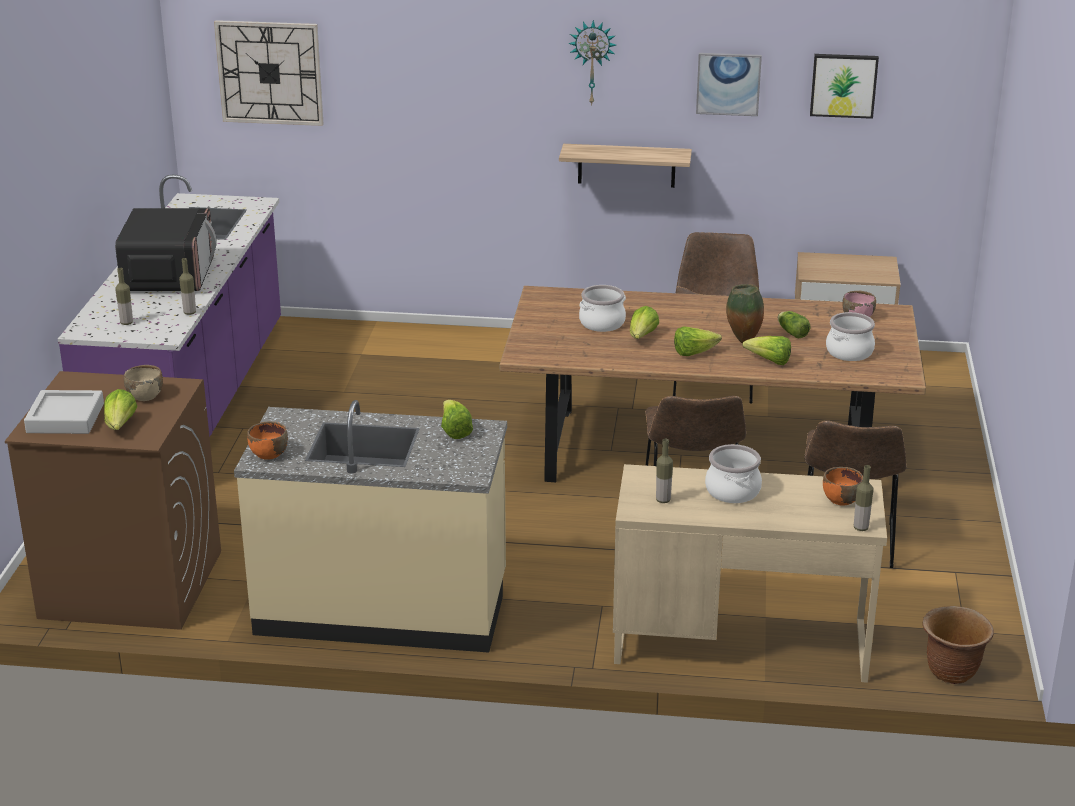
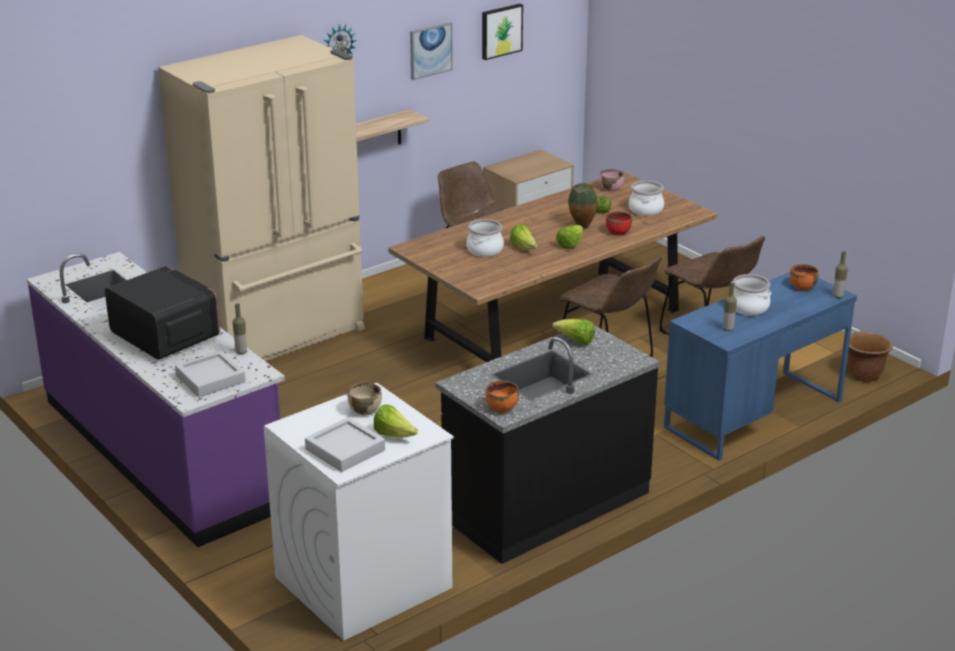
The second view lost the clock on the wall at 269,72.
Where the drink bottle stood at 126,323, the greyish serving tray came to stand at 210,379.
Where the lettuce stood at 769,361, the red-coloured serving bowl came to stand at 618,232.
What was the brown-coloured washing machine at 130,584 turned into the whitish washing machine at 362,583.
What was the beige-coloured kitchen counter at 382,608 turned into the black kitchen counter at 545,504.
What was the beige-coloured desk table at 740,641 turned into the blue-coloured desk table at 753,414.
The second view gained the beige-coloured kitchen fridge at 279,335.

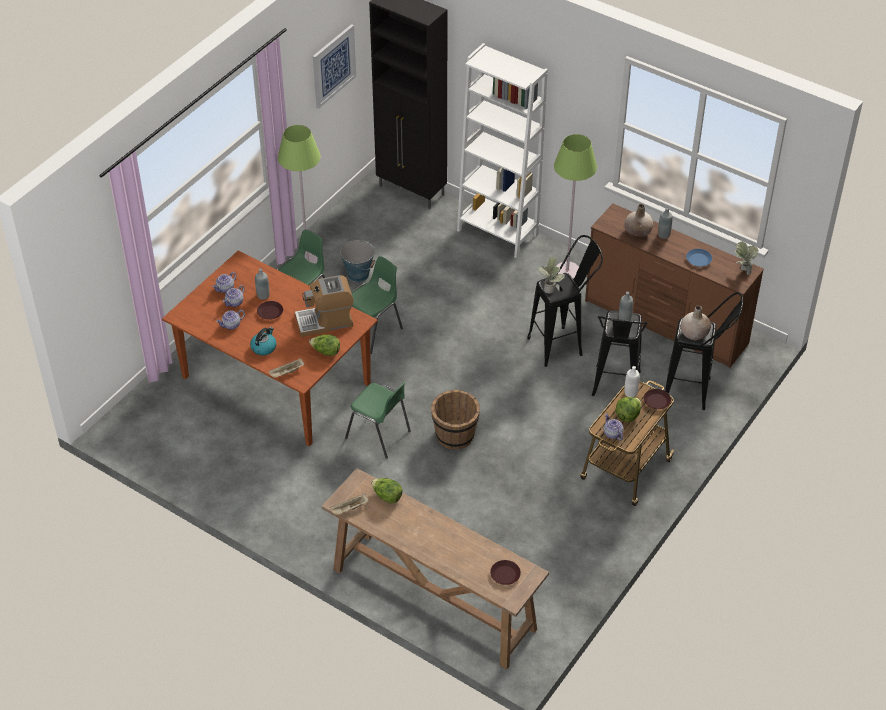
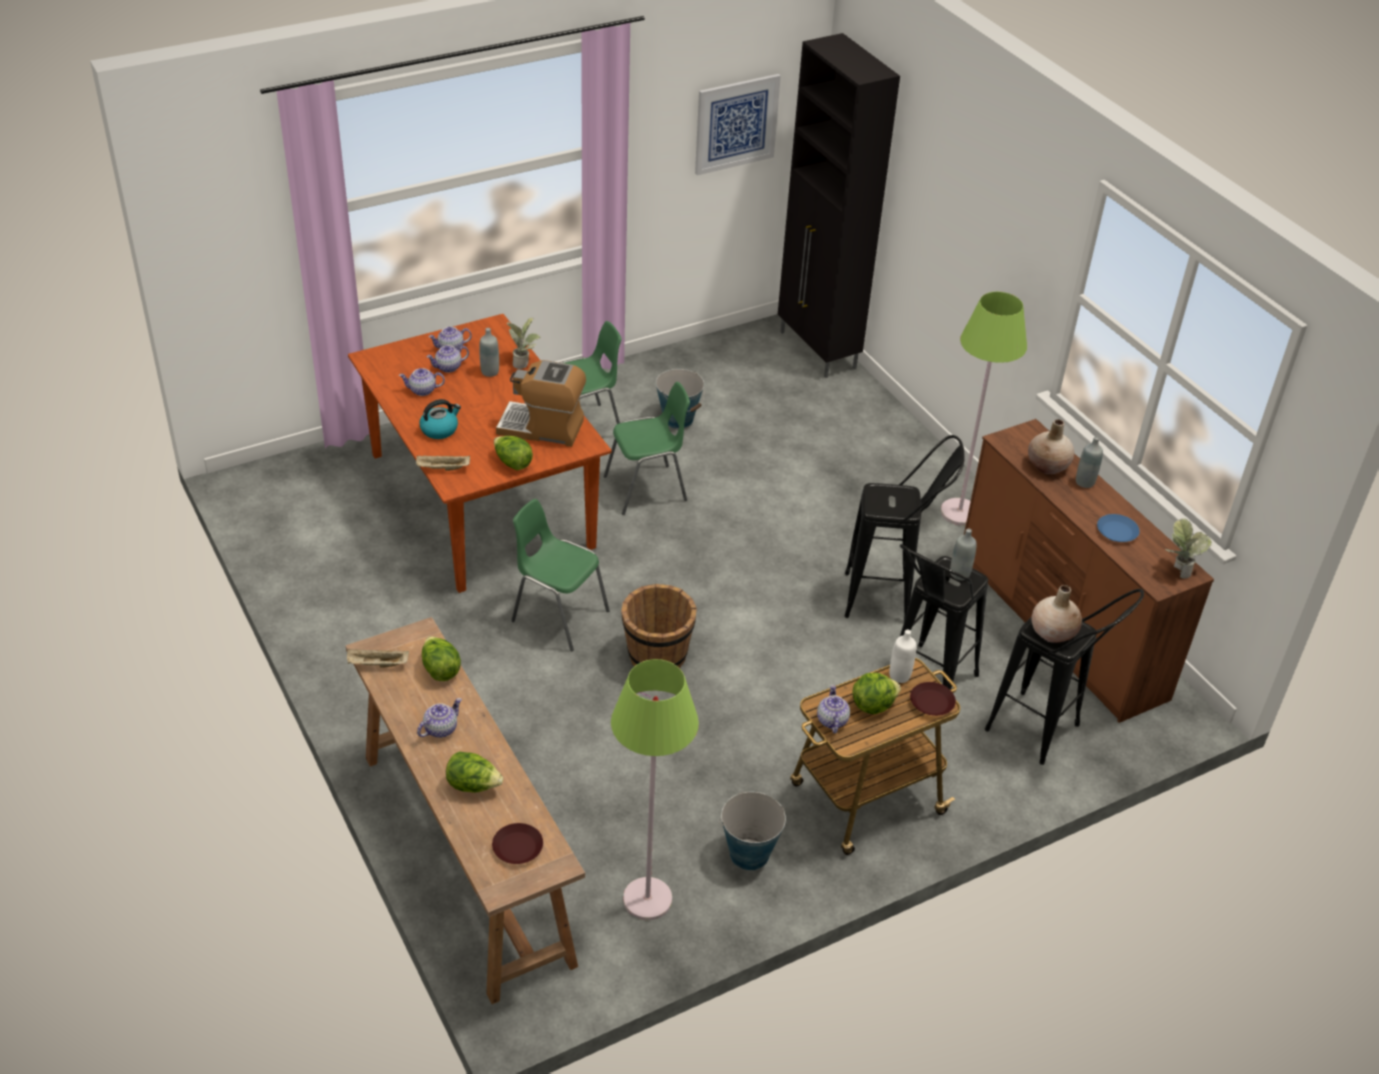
The second view lost the whitish shelving unit at 497,232.
The greenish standing lamp ended up elsewhere, having gone from 307,262 to 647,899.
The potted plant ended up elsewhere, having gone from 550,287 to 524,363.
The second view lost the brown-coloured plate at 270,312.
The greenish upright chair at 379,435 ended up facing another way, 150 degrees clockwise from before.
The second view gained the pot for tea at 440,728.
The second view gained the lettuce at 473,785.
The second view gained the bucket at 749,854.

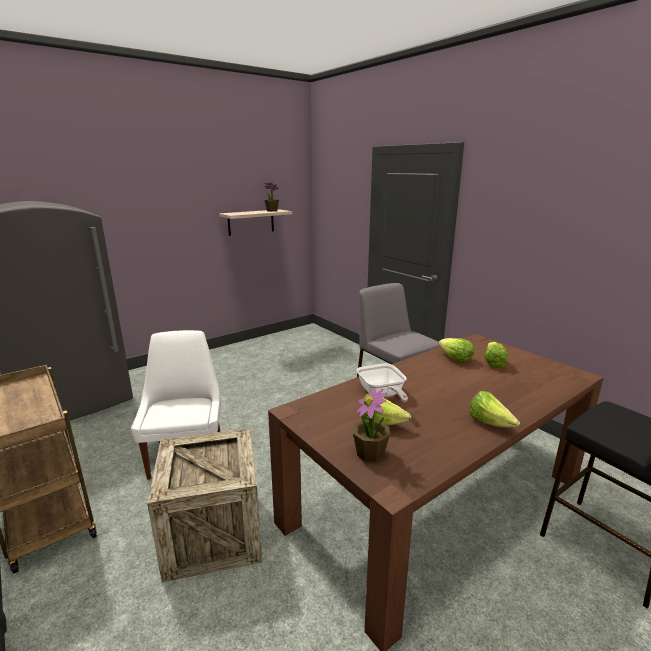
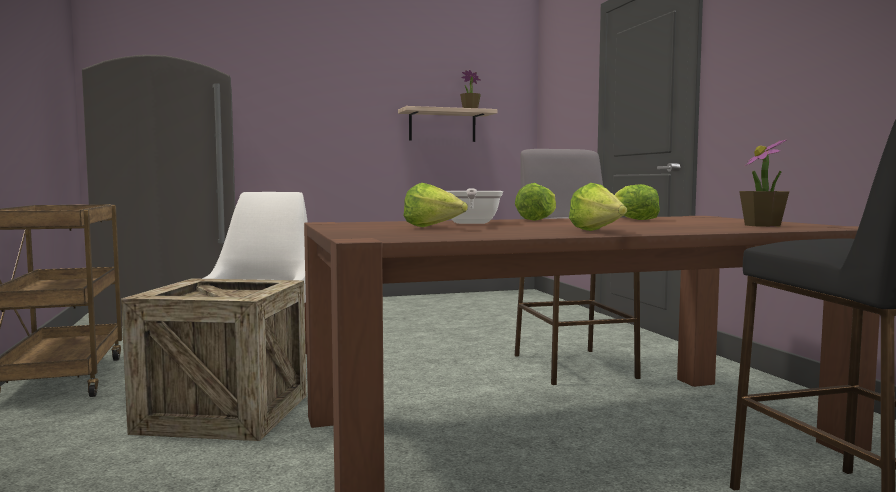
The lettuce ended up elsewhere, having gone from 493,363 to 538,220.
The potted plant ended up elsewhere, having gone from 370,453 to 762,225.

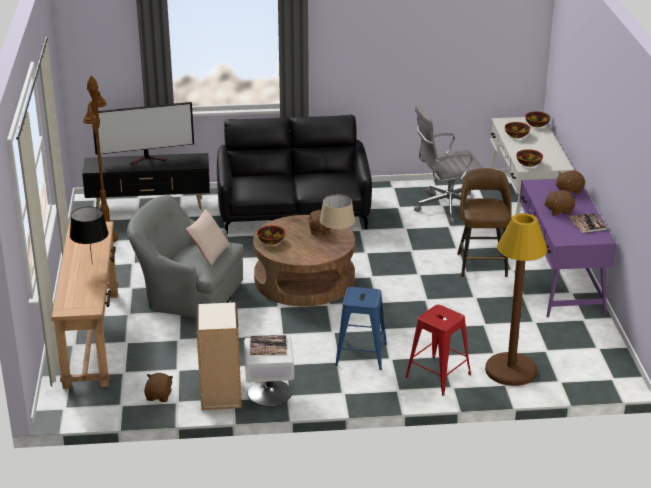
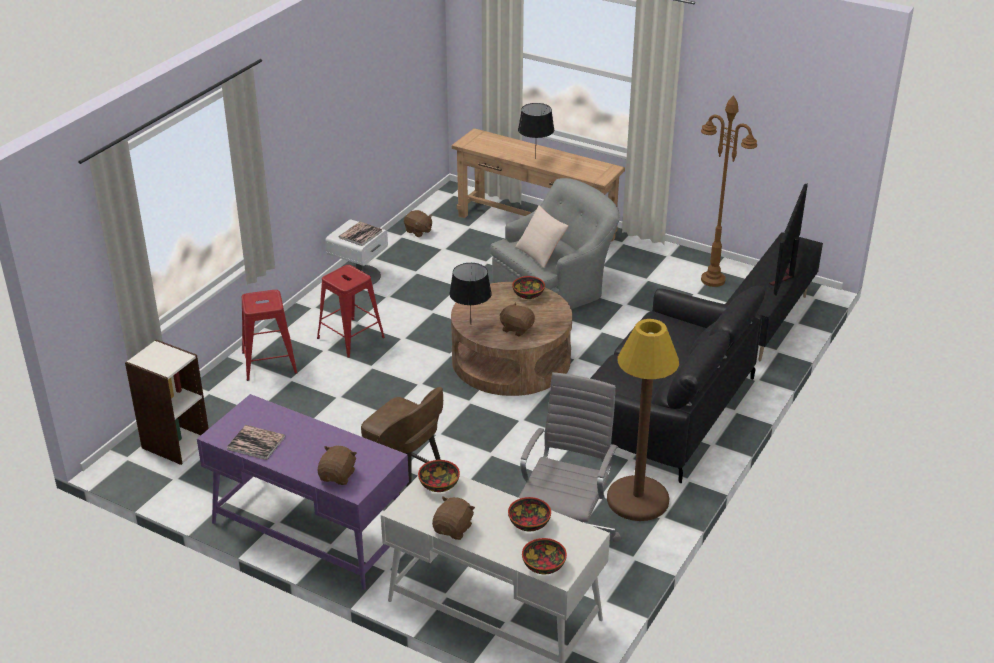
The brown-coloured cuddly toy ended up elsewhere, having gone from 559,211 to 453,529.
What was the beige-coloured lamp for a table at 337,248 turned into the black lamp for a table at 471,325.
The brown-coloured standing lamp ended up elsewhere, having gone from 511,370 to 637,499.
What was the blue-coloured stool at 361,355 turned into the red-coloured stool at 350,338.
The shelving unit ended up elsewhere, having gone from 220,395 to 175,443.

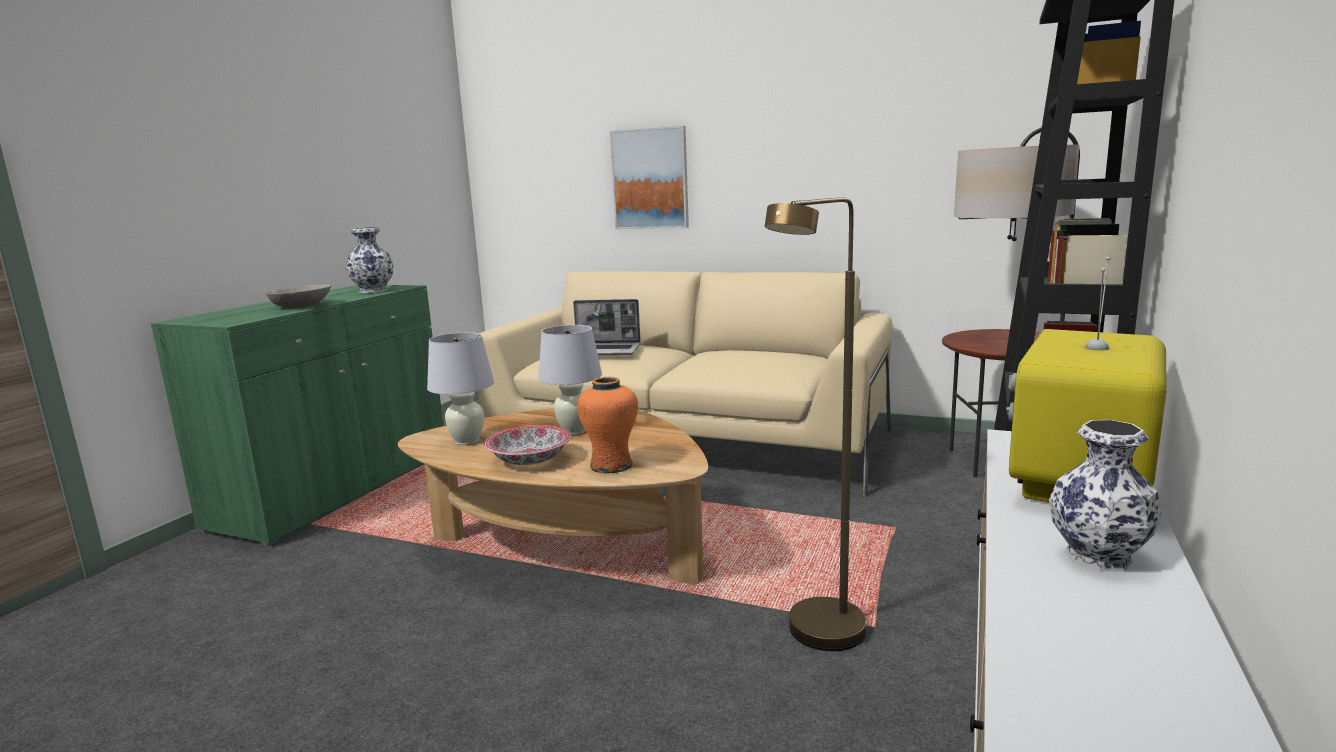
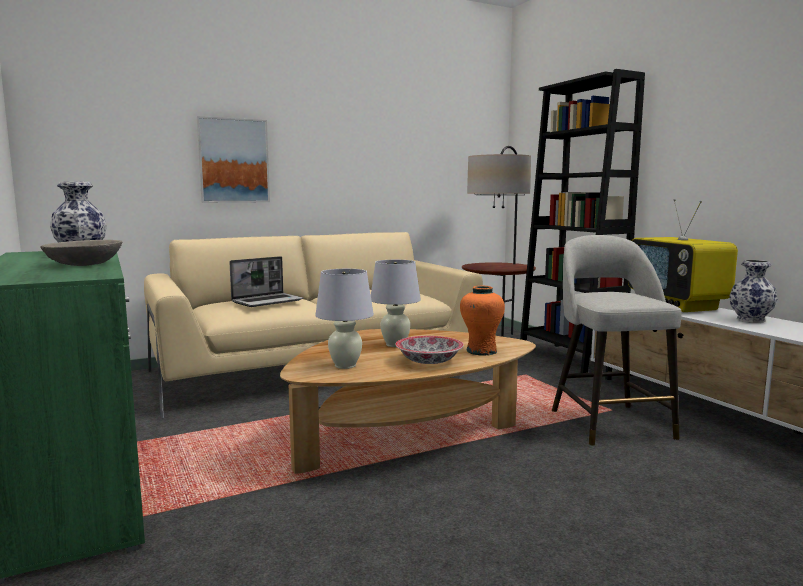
Where the brown-coloured standing lamp stood at 819,640, the greyish stool came to stand at 609,423.

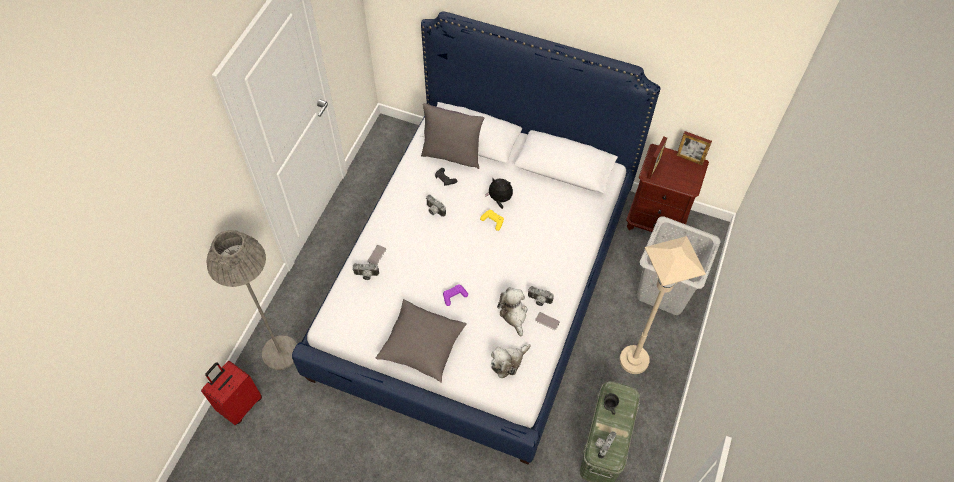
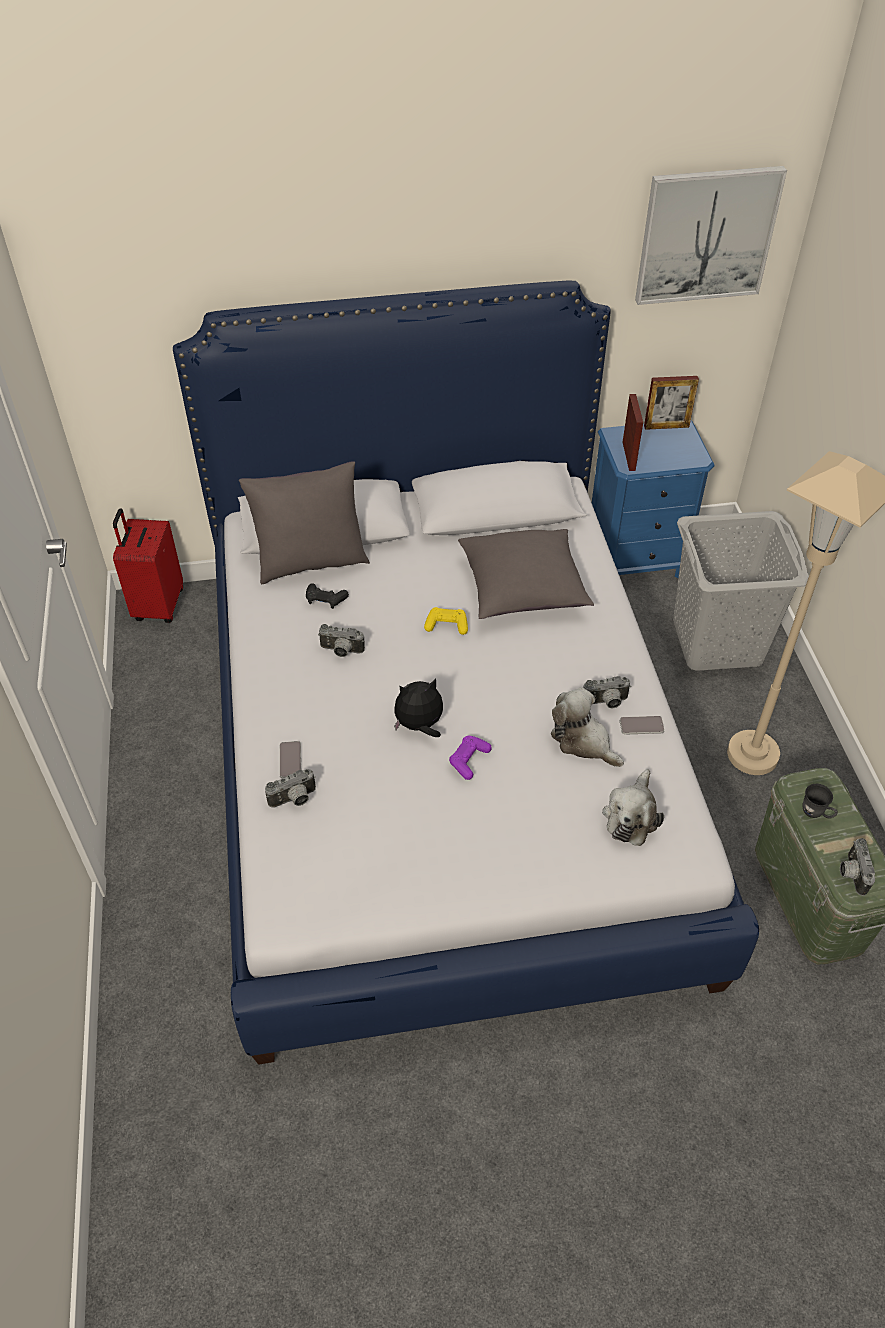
What was the brown-coloured bedside table at 656,221 turned into the blue-coloured bedside table at 637,561.
The cuddly toy ended up elsewhere, having gone from 499,199 to 419,726.
The second view lost the greyish standing lamp at 280,352.
The greyish pillow ended up elsewhere, having gone from 422,346 to 523,590.
The red-coloured suitcase ended up elsewhere, having gone from 240,404 to 158,605.
The second view gained the picture at 706,235.

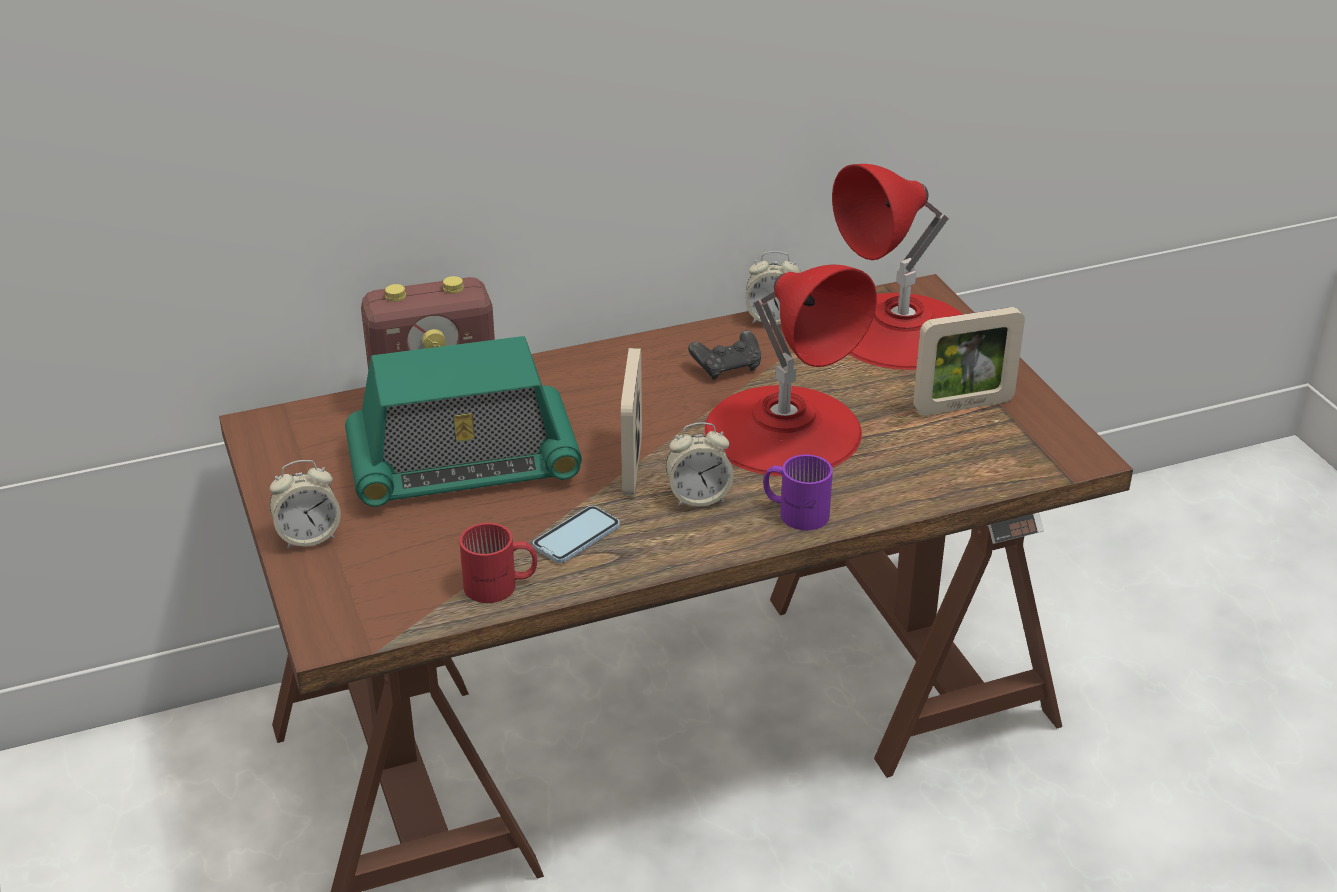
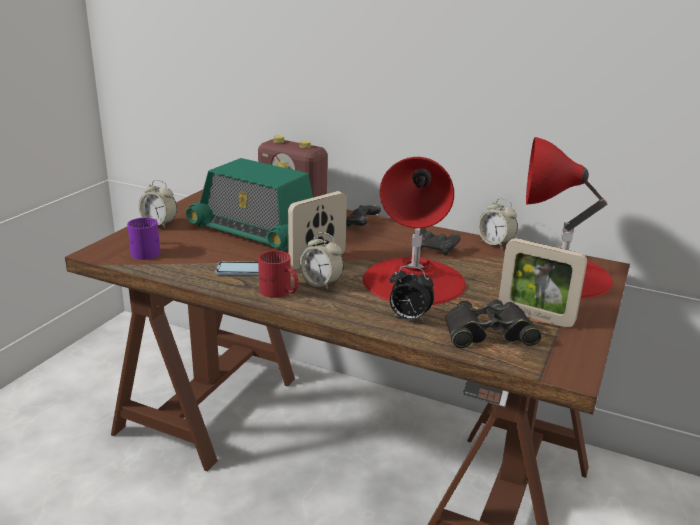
The purple-coloured mug ended up elsewhere, having gone from 796,511 to 146,251.
The red-coloured mug ended up elsewhere, having gone from 500,586 to 279,292.
The second view gained the black game controller at 361,225.
The second view gained the bedside clock at 408,318.
The second view gained the black pair of binoculars at 488,333.

